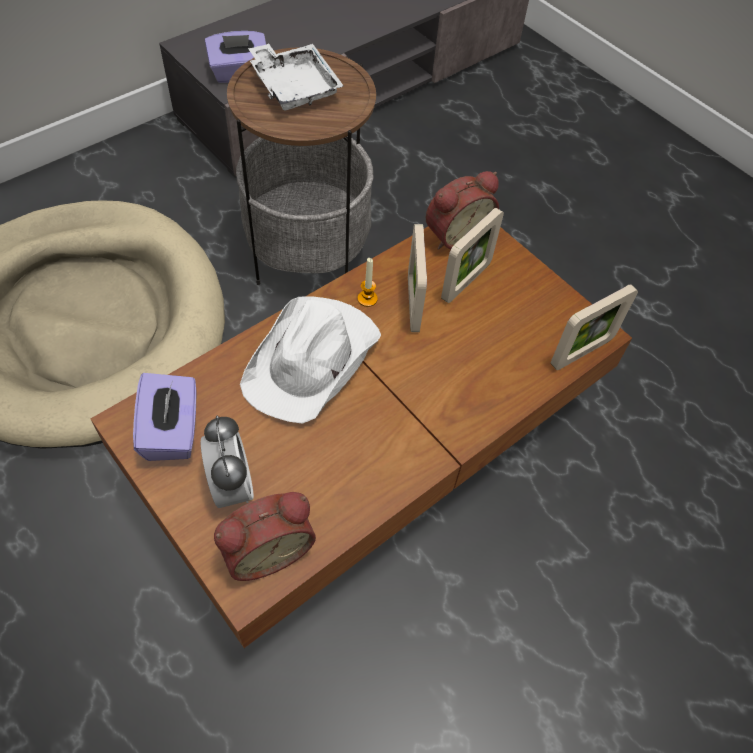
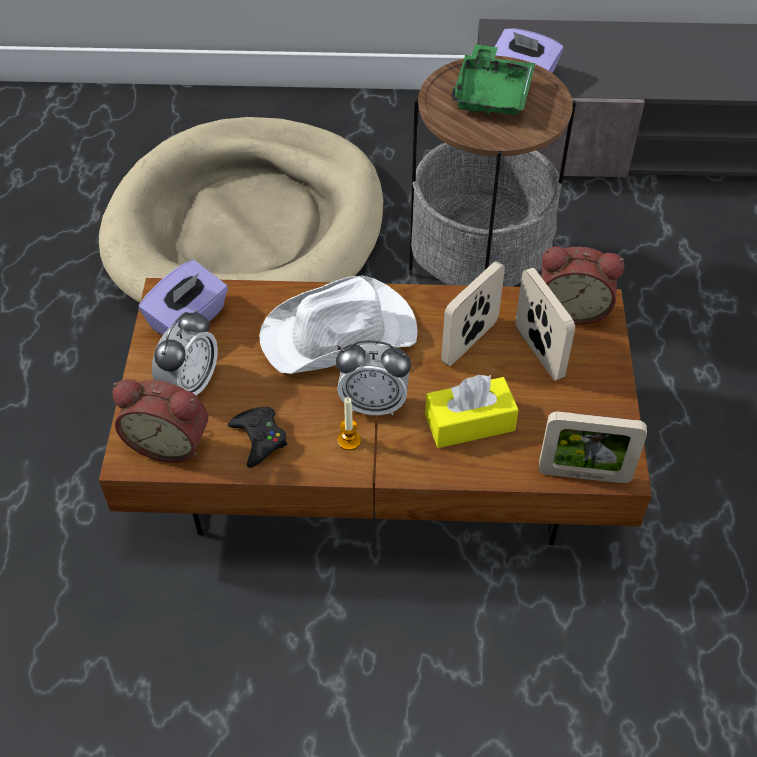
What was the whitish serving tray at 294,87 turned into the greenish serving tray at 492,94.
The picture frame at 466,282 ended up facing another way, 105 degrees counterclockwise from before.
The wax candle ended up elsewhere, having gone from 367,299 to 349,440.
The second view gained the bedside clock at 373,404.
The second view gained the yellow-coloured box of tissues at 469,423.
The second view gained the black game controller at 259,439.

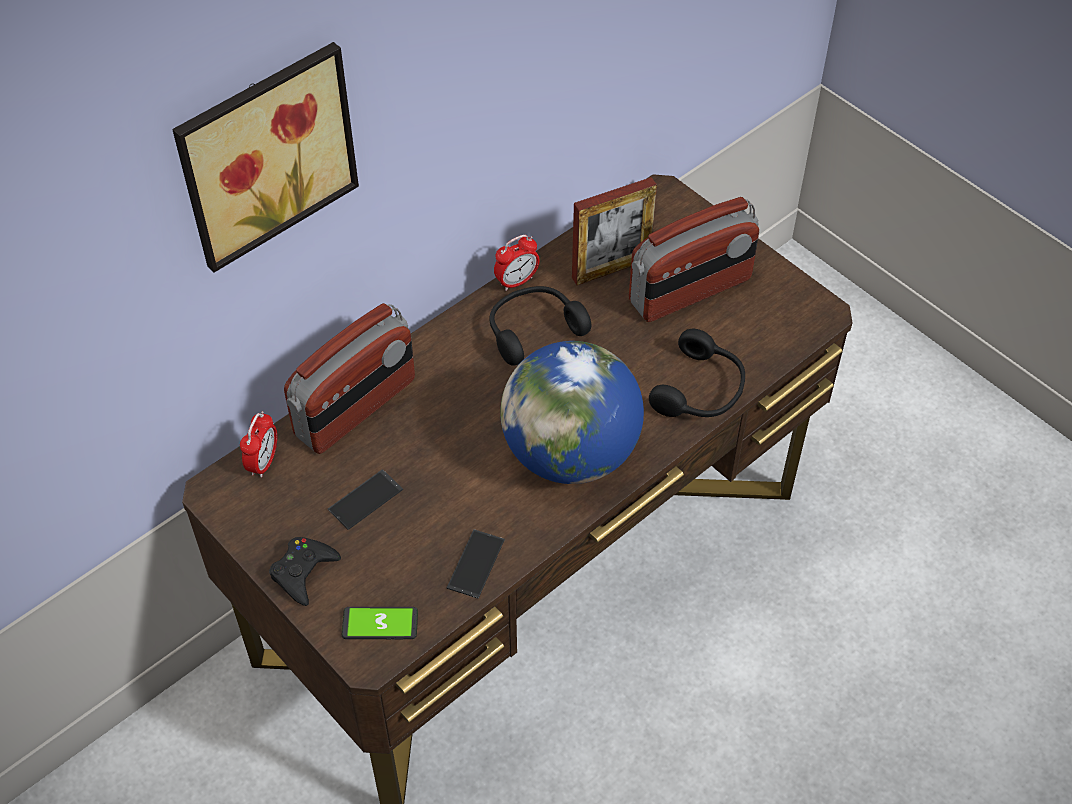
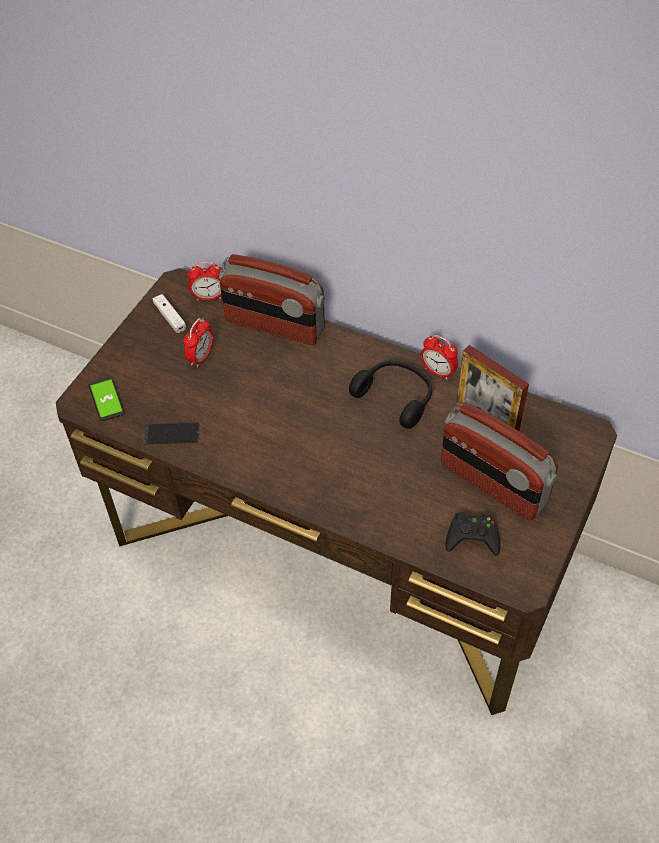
The second view lost the picture at 263,152.
The second view lost the black headset at 701,390.
The second view lost the desk globe at 570,453.
Where the telephone stood at 365,500, the bedside clock came to stand at 201,357.
The black game controller ended up elsewhere, having gone from 303,572 to 472,537.
The second view gained the whitish game controller at 170,317.

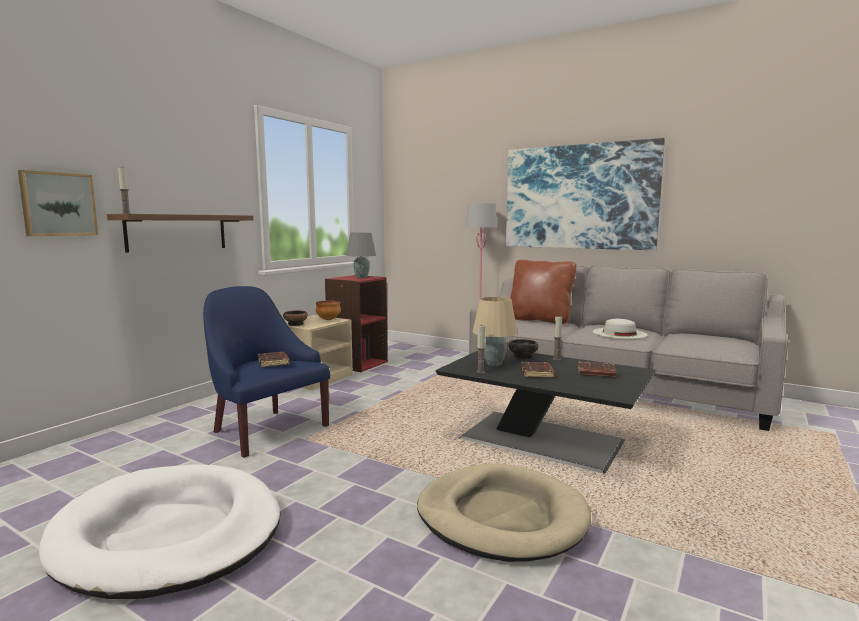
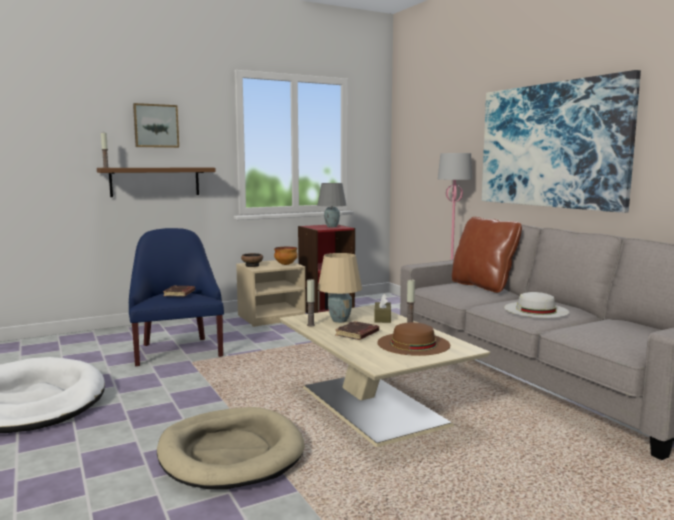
The picture ended up elsewhere, having gone from 58,204 to 156,126.
Where the serving bowl stood at 522,356, the brown-coloured box of tissues came to stand at 382,318.
What was the black lounge table at 544,440 turned into the beige-coloured lounge table at 375,407.
Where the brown-coloured volume stood at 596,373, the brown-coloured clothing hat came to stand at 413,344.

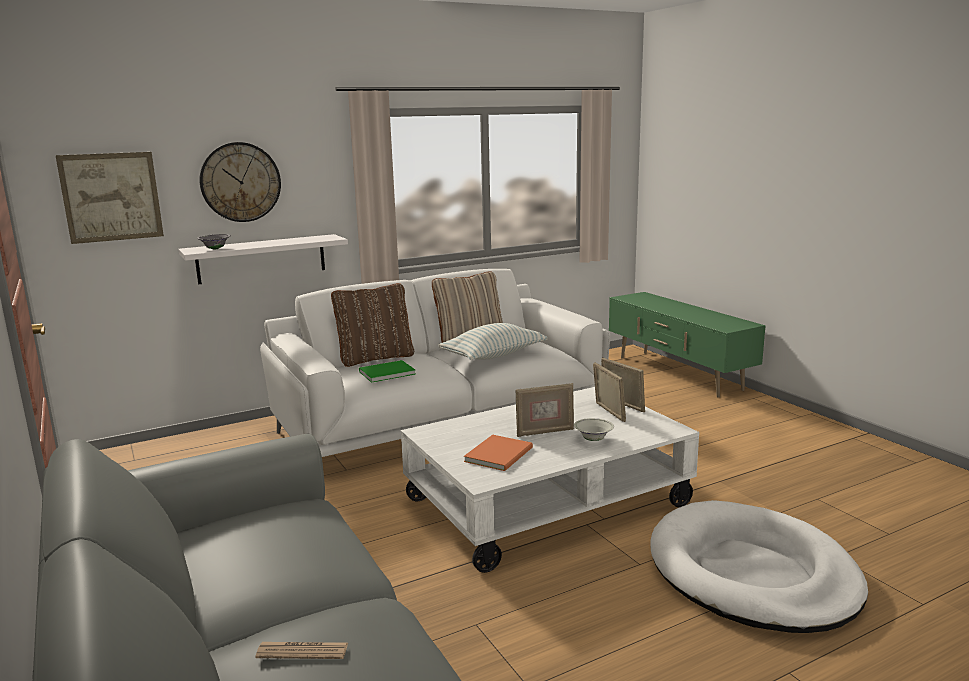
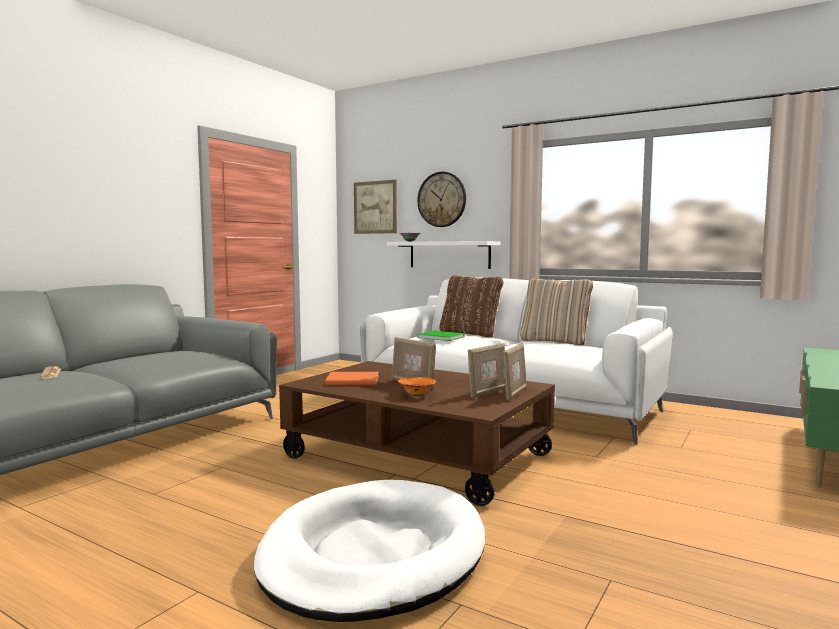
The second view lost the pillow at 493,356.
What was the whitish lounge table at 547,502 turned into the brown-coloured lounge table at 418,456.
What was the whitish serving bowl at 593,439 turned into the orangey serving bowl at 416,395.

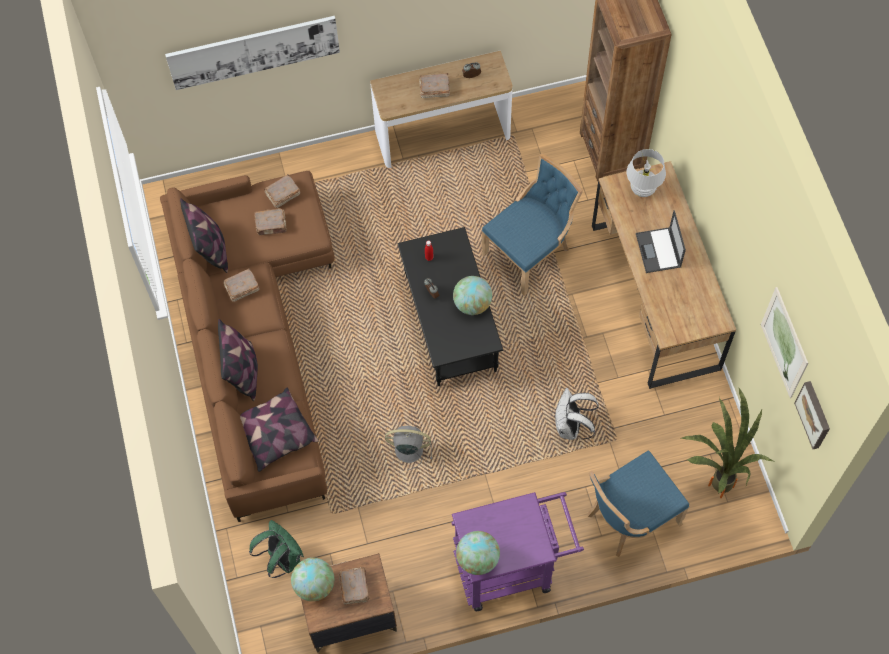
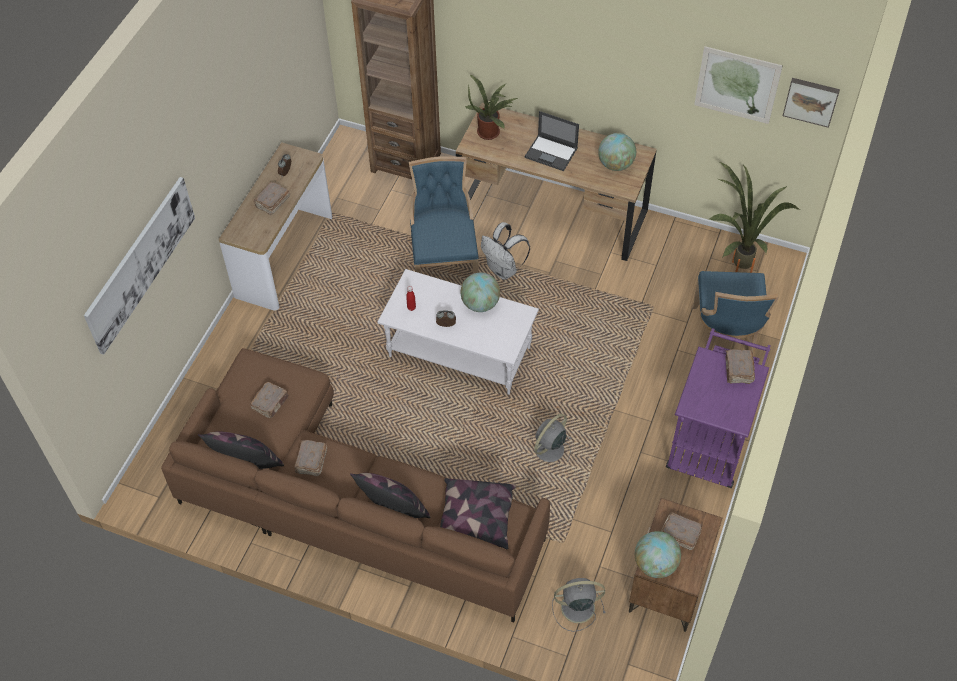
Where the whitish lamp for a table stood at 642,189, the potted plant came to stand at 490,131.
The brown-coloured volume ended up elsewhere, having gone from 282,194 to 738,371.
What was the black lounge table at 449,323 turned into the whitish lounge table at 458,353.
The whitish backpack ended up elsewhere, having gone from 571,427 to 503,270.
Where the greenish backpack stood at 282,558, the greyish fan came to stand at 576,607.
The desk globe ended up elsewhere, having gone from 477,559 to 615,164.

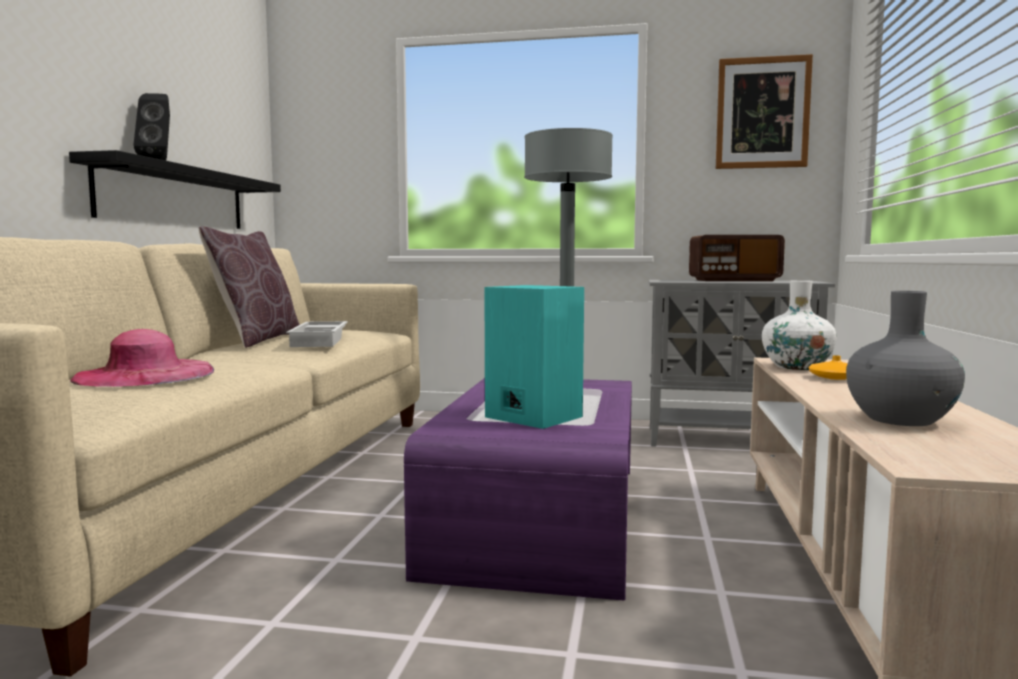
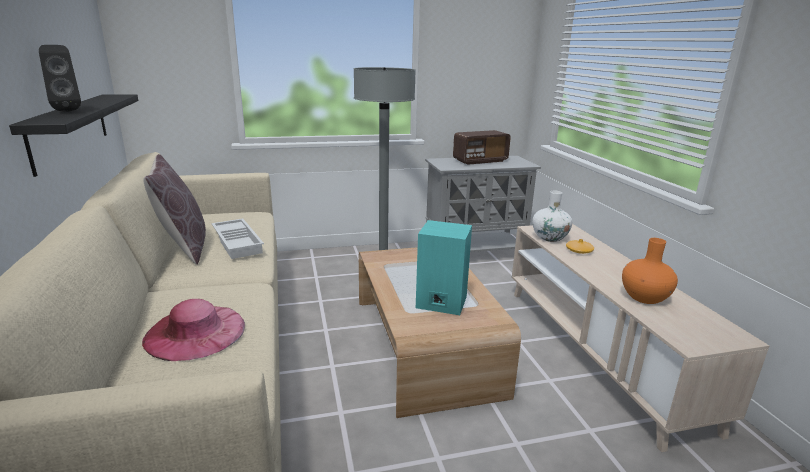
The second view lost the picture at 762,113.
What was the greyish flower vase at 899,419 turned into the orangey flower vase at 644,297.
What was the purple-coloured lounge table at 540,516 turned into the brown-coloured lounge table at 425,344.

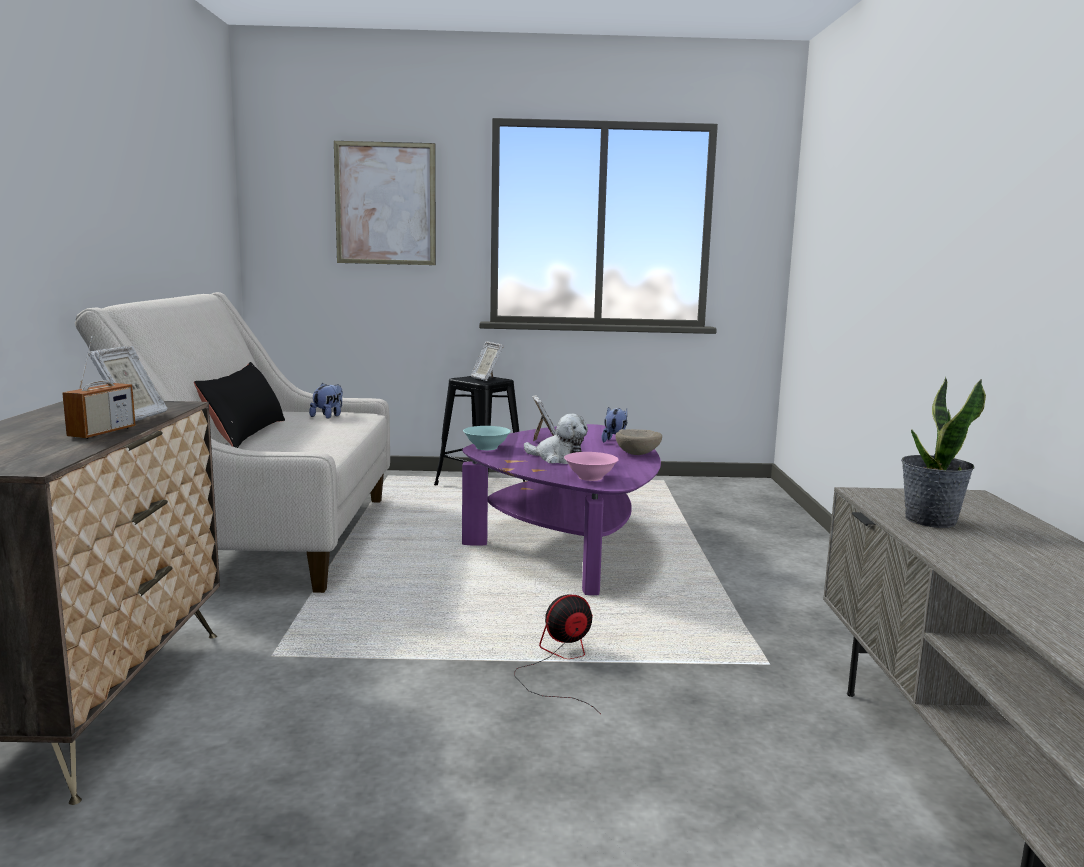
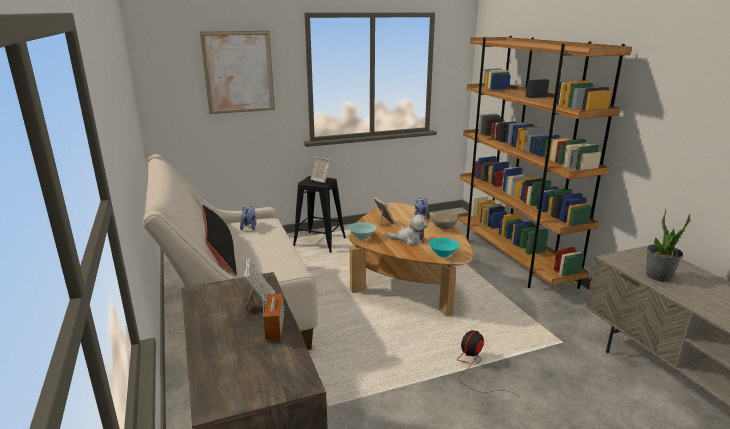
What was the purple-coloured lounge table at 568,545 turned into the brown-coloured lounge table at 406,280.
What was the pink-coloured serving bowl at 590,477 turned into the blue-green serving bowl at 443,254.
The second view gained the brown-coloured shelving unit at 513,259.

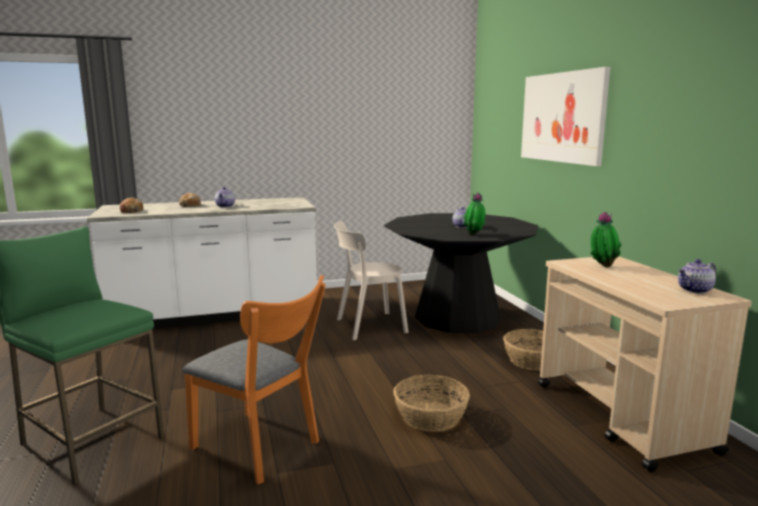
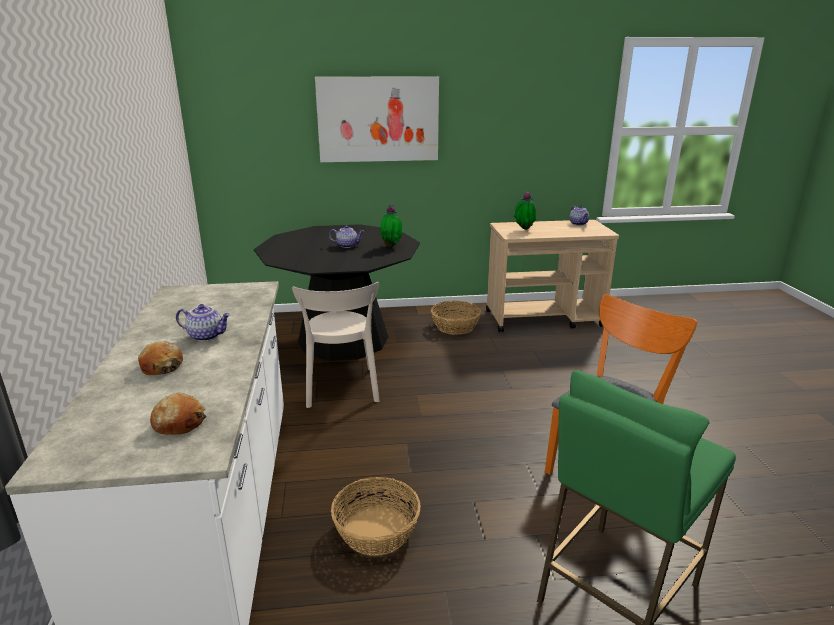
The storage basket ended up elsewhere, having gone from 430,416 to 376,531.

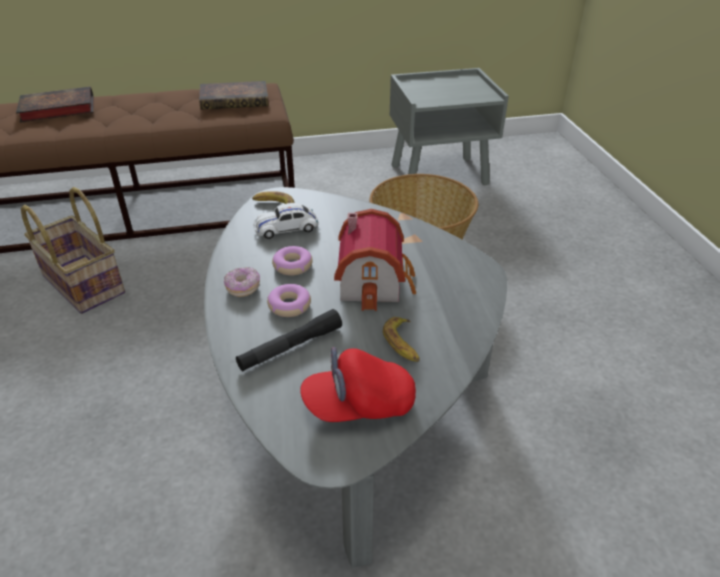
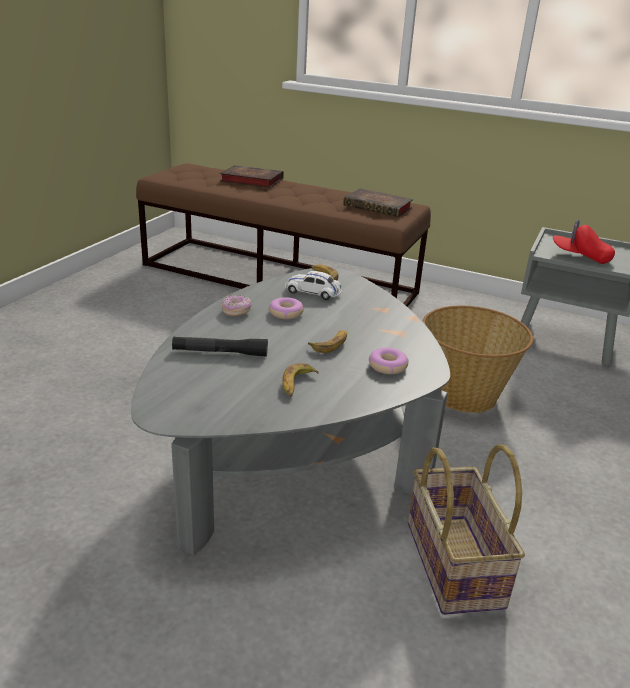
The storage basket ended up elsewhere, having gone from 81,285 to 451,563.
Where the model house stood at 375,282, the whole banana came to stand at 330,344.
The doughnut ended up elsewhere, having gone from 289,305 to 387,366.
The red-coloured baseball cap ended up elsewhere, having gone from 359,405 to 580,257.

